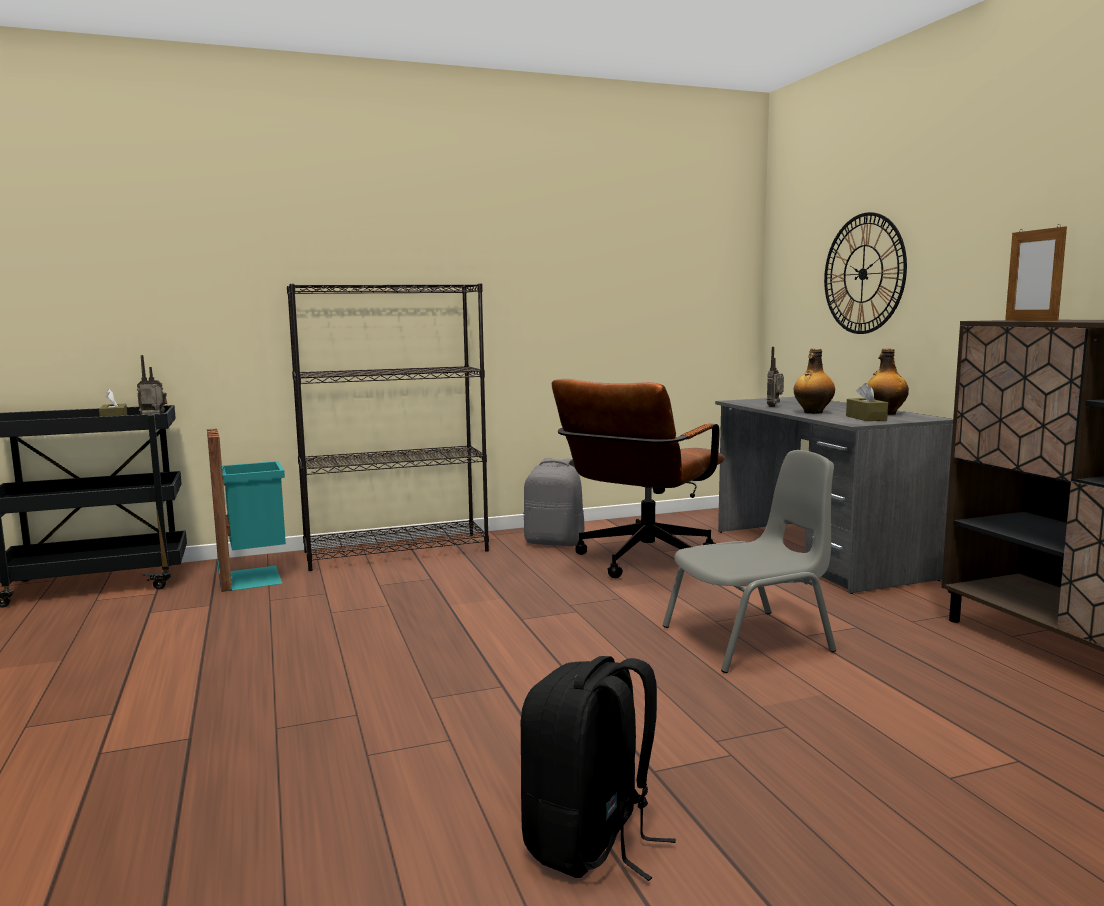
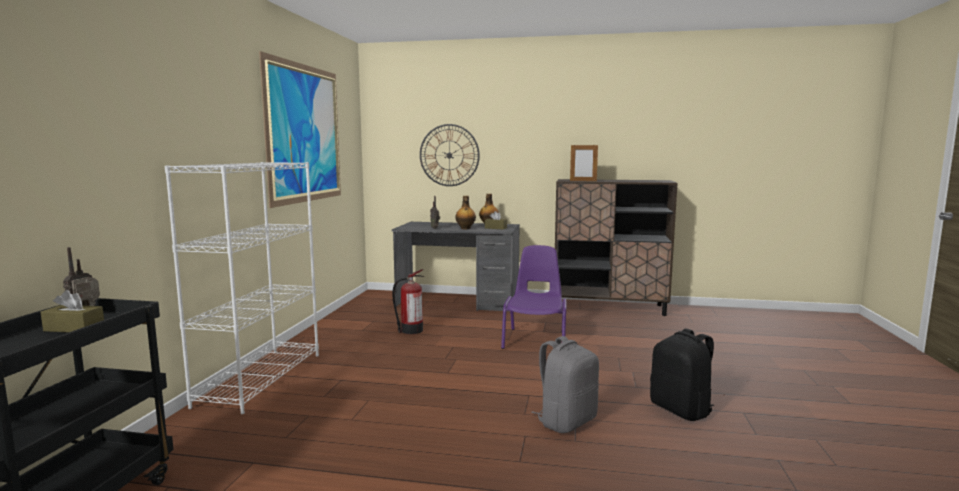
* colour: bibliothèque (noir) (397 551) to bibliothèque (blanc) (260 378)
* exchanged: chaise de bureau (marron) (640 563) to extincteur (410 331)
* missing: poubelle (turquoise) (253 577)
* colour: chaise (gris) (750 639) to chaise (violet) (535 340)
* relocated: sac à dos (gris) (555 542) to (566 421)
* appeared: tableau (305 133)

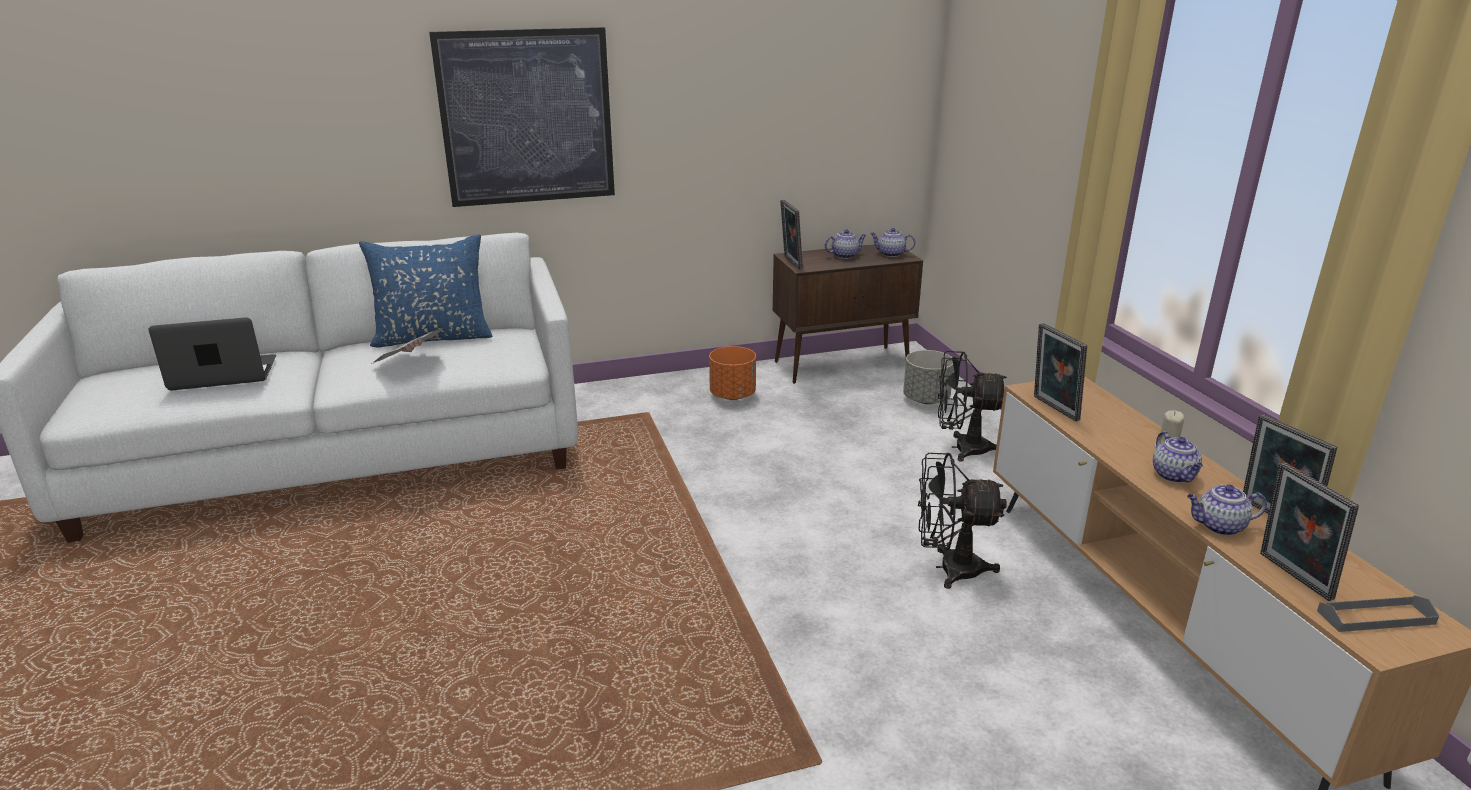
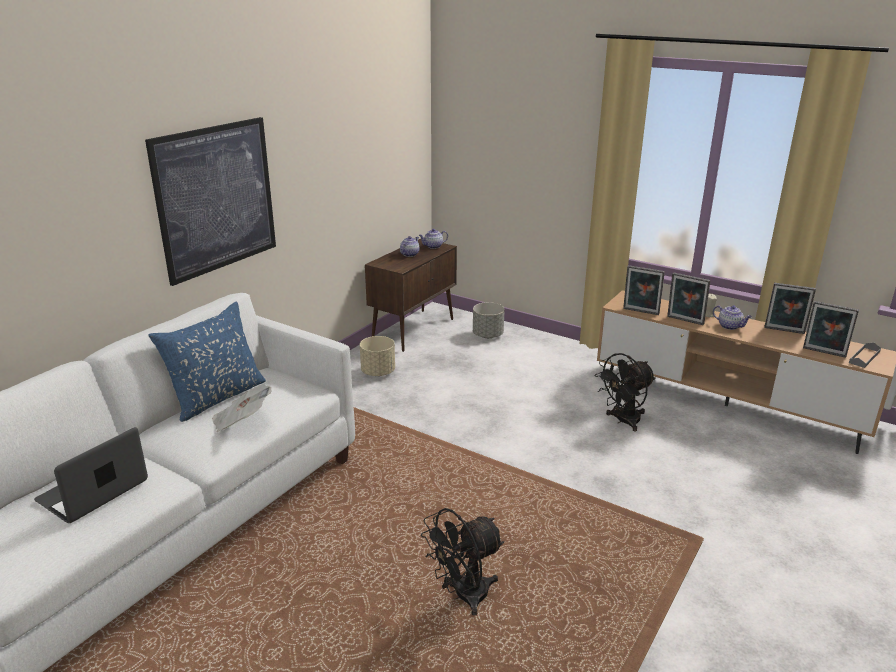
* relocated: cadre photo (790 263) to (684 321)
* colour: cache-pot (orange) (733 395) to cache-pot (beige) (378 372)
* relocated: ventilateur (noir) (962 448) to (463 596)
* missing: théière (1219 526)

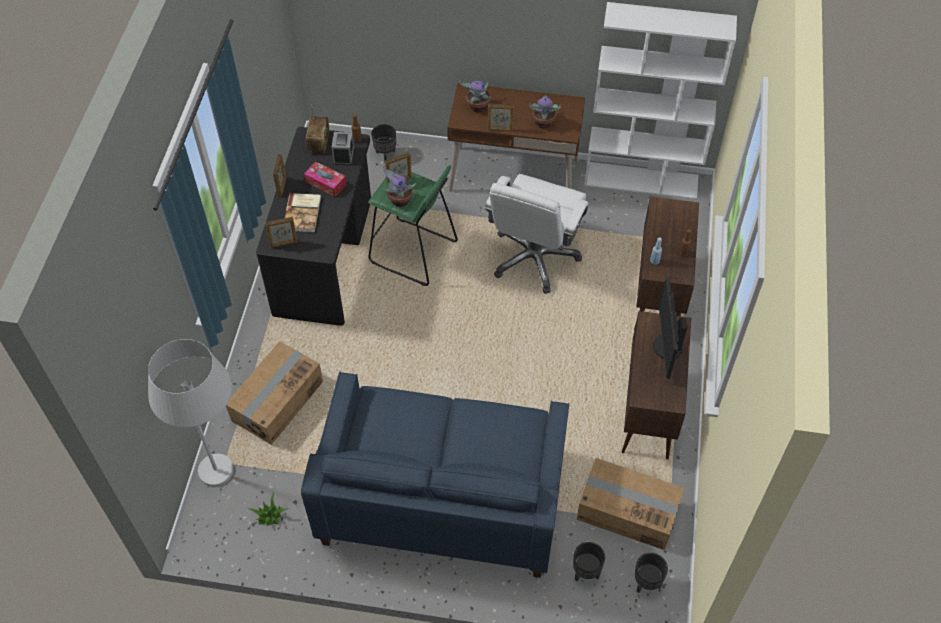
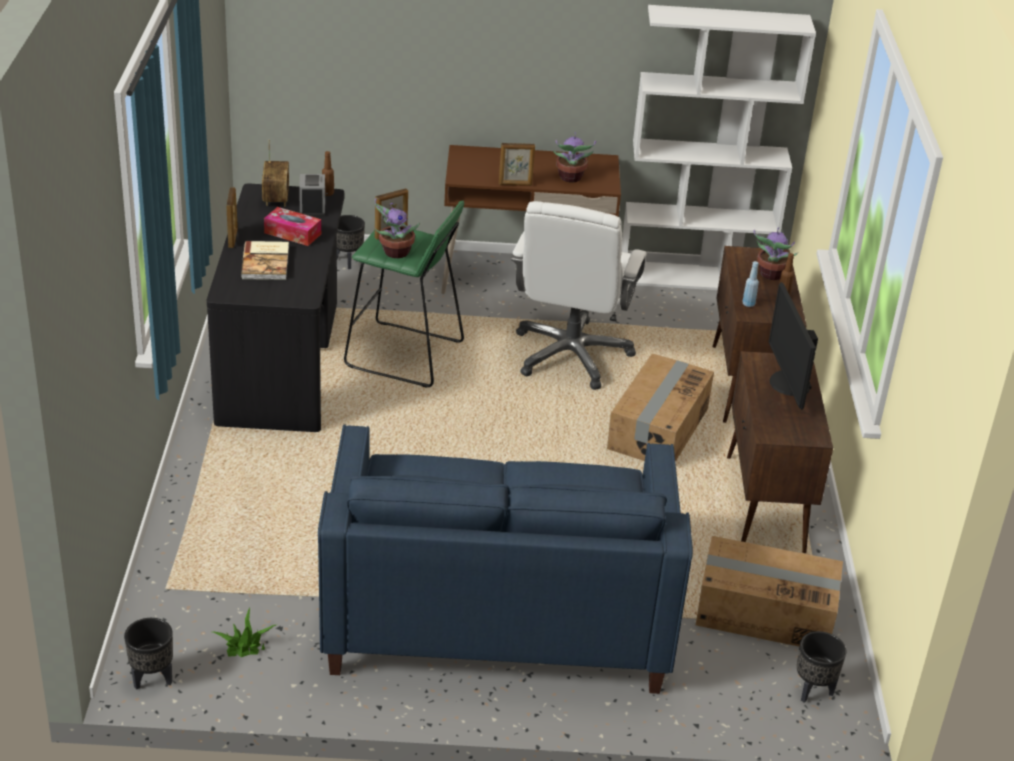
* relocated: plante en pot (477 107) to (771 275)
* missing: cadre photo (284 244)
* missing: lampadaire (blanc) (226 484)
* relocated: carton (277 401) to (657 429)
* relocated: cache-pot (noir) (586 573) to (153 679)

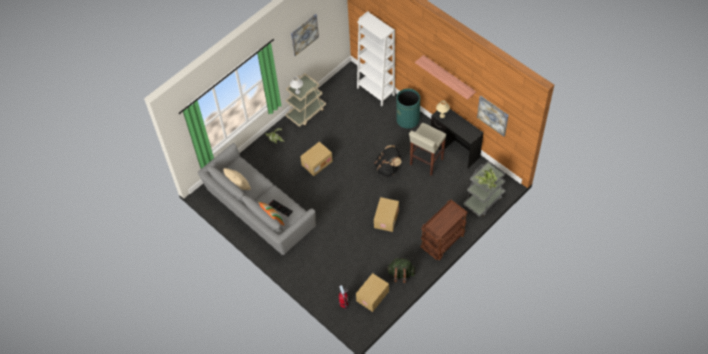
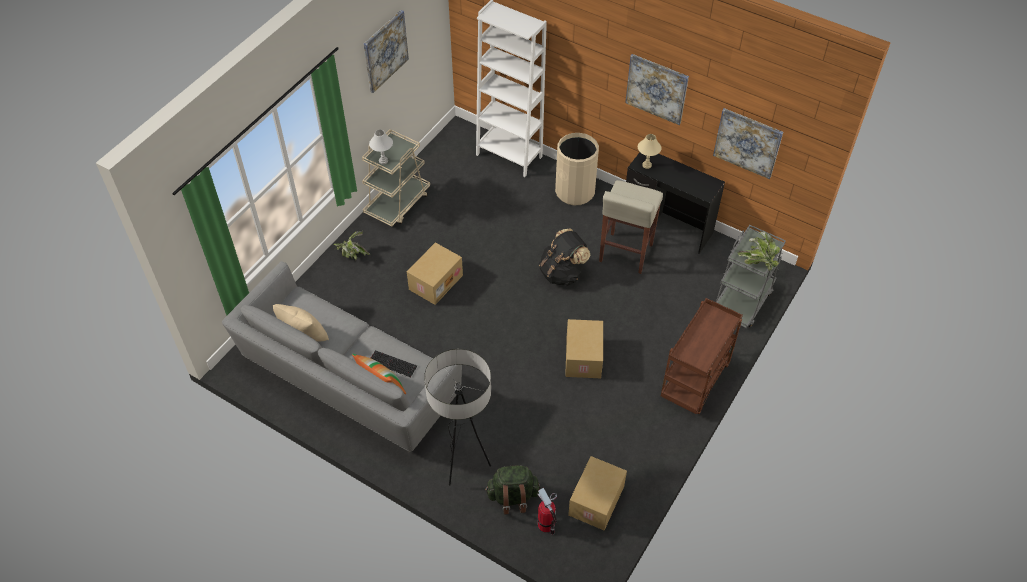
* exchanged: étagère (449 77) to tableau (656 88)
* colour: poubelle (vert) (408 119) to poubelle (beige) (575 191)
* relocated: sac à dos (vert) (401 274) to (513 497)
* appeared: lampadaire (464 464)

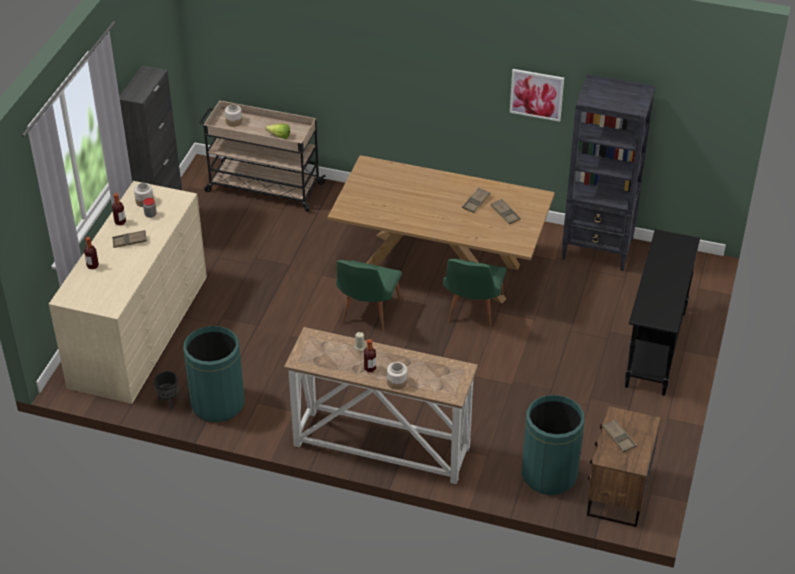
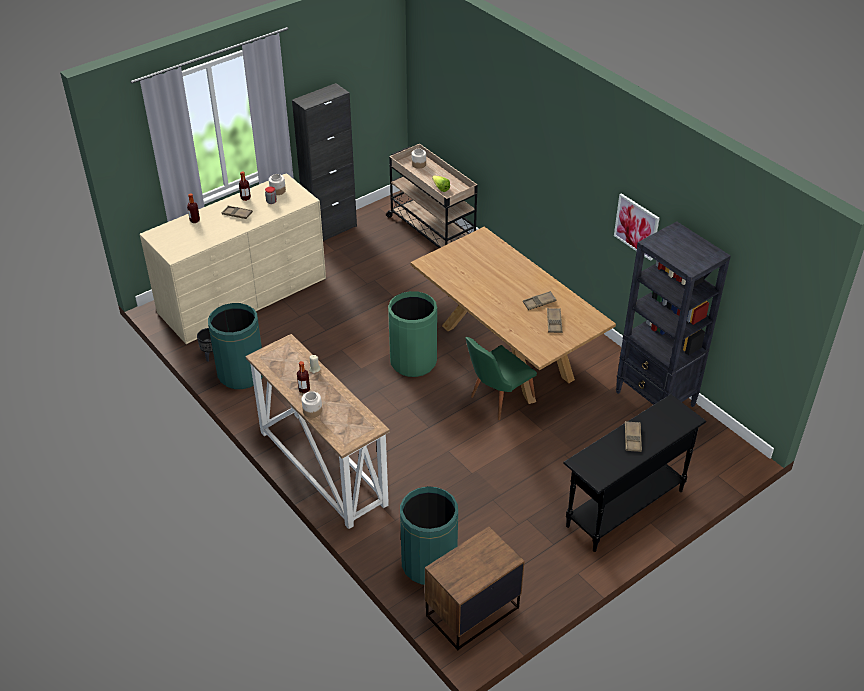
* exchanged: chaise (vert) (367 315) to poubelle (vert) (413 361)
* relocated: plateau (marron) (618 438) to (632 438)

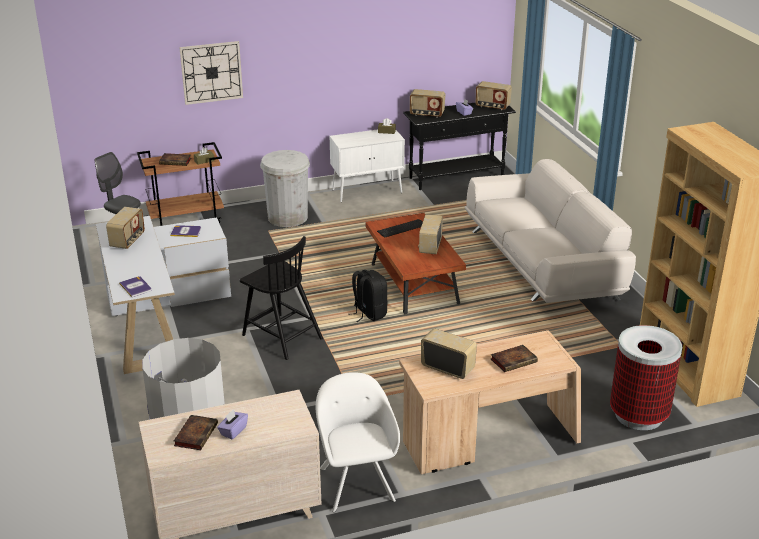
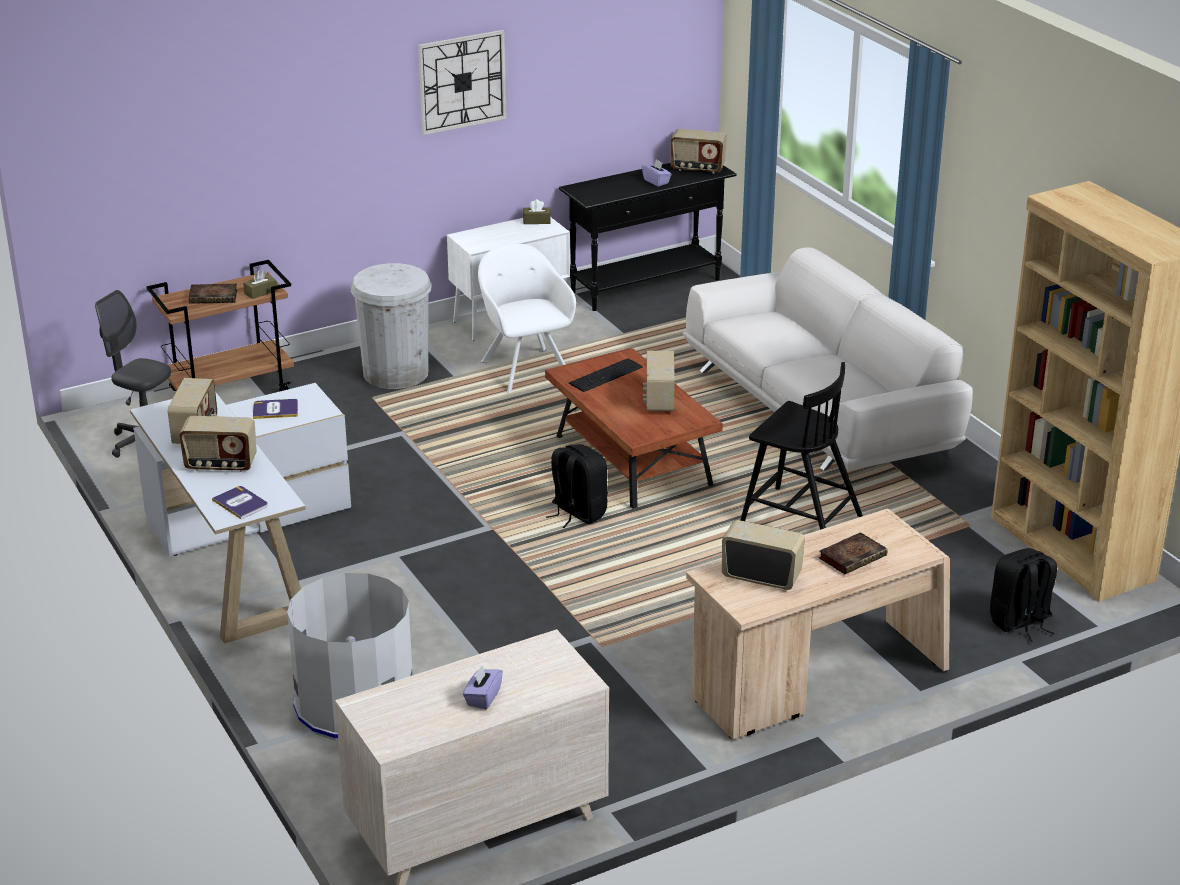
* relocated: horloge murale (211 72) to (462 81)
* relocated: radio (427 114) to (220 465)
* relocated: chaise (noir) (281 336) to (799 518)
* exchanged: poubelle (638 415) to sac à dos (noir) (1020 622)
* relocated: fauteuil (blanc) (356 481) to (524 368)
* missing: livre (196 434)

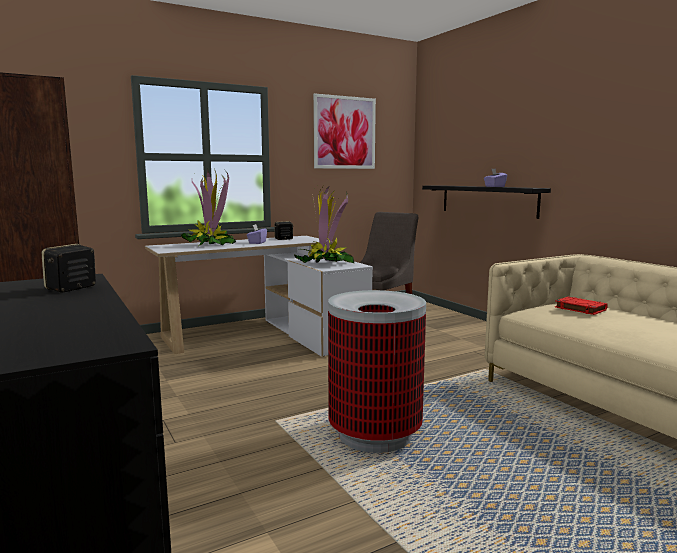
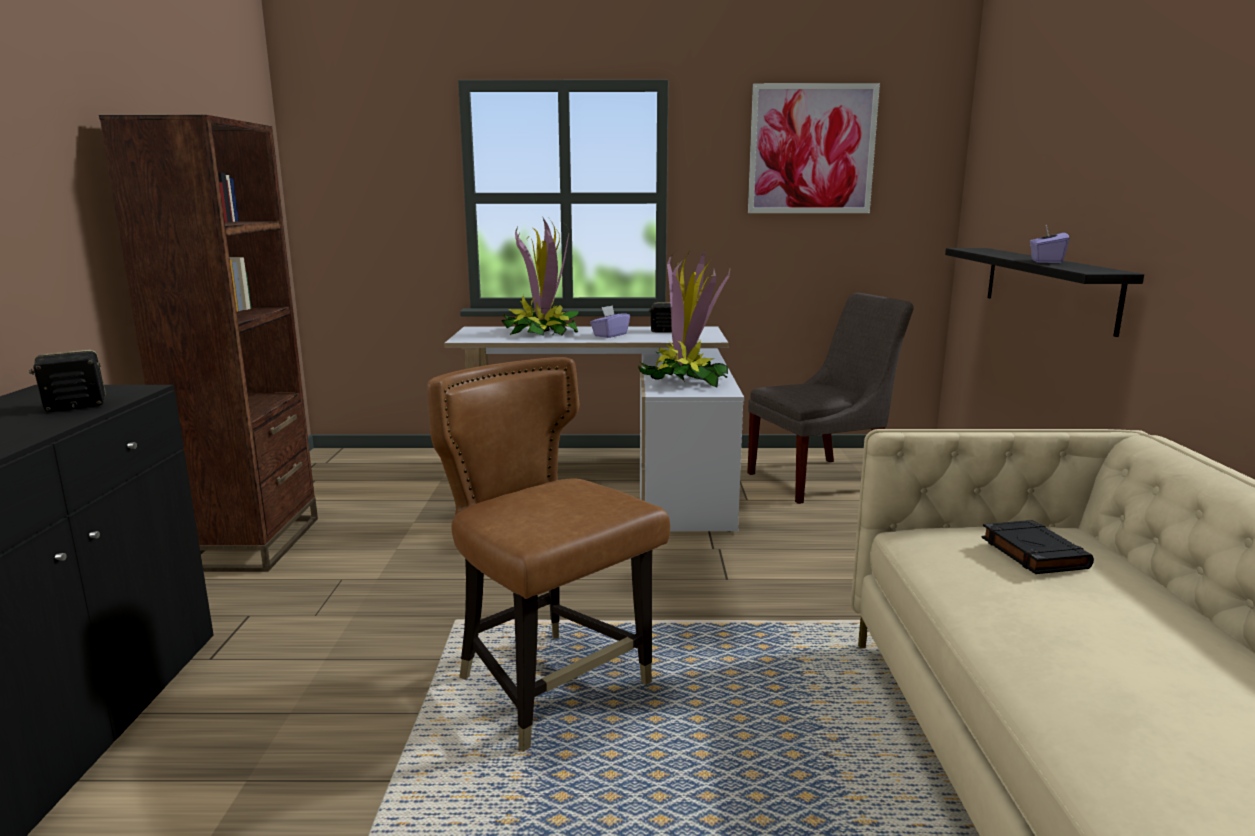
* exchanged: poubelle (374 435) to chaise (marron) (550 685)
* colour: livre (rouge) (579 309) to livre (noir) (1032 552)

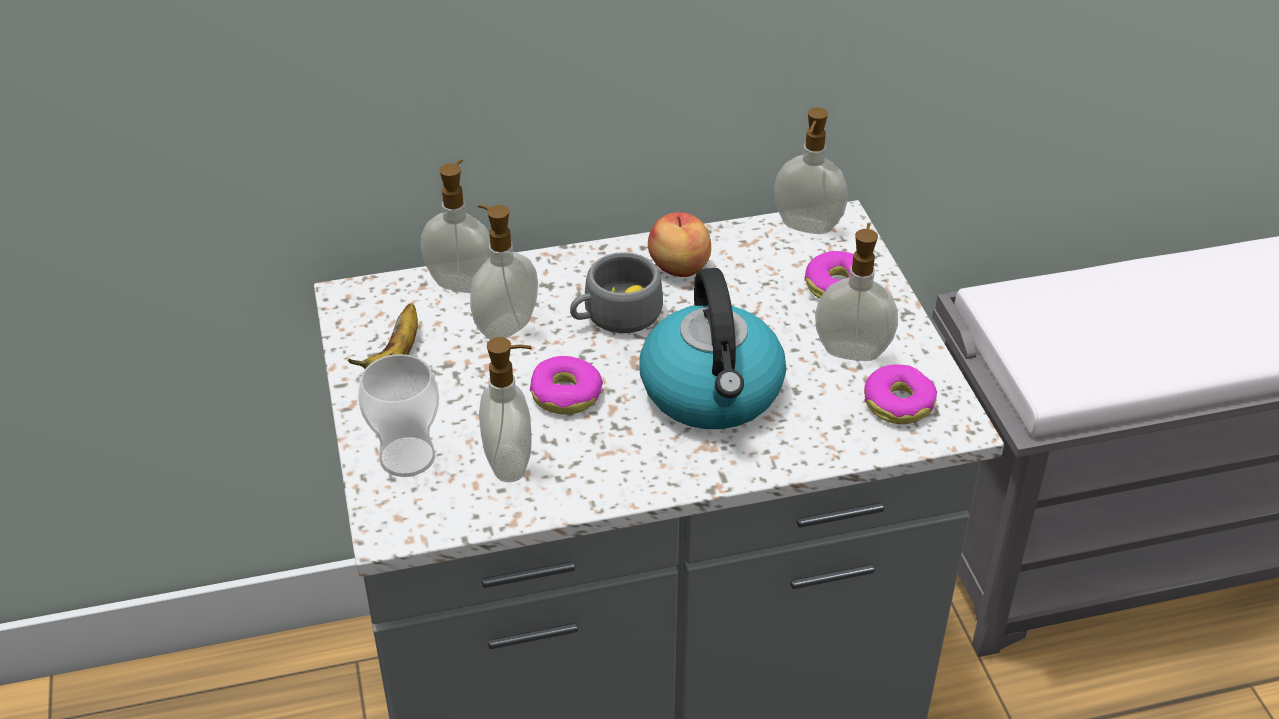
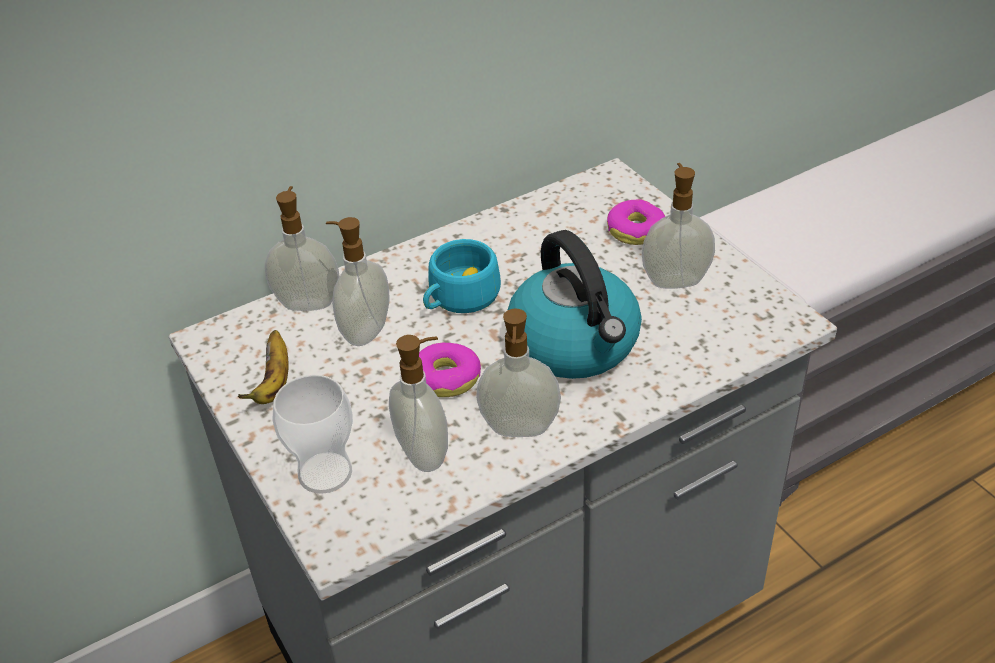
* relocated: distributeur de savon (807 227) to (519 429)
* missing: pomme (678 268)
* colour: tasse (gris) (615 315) to tasse (turquoise) (459 298)
* missing: beignet (898 403)

